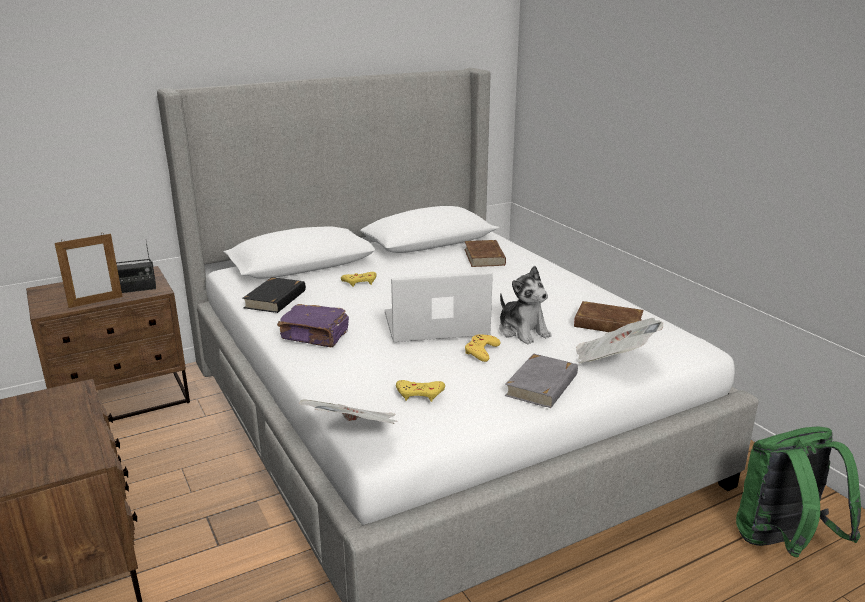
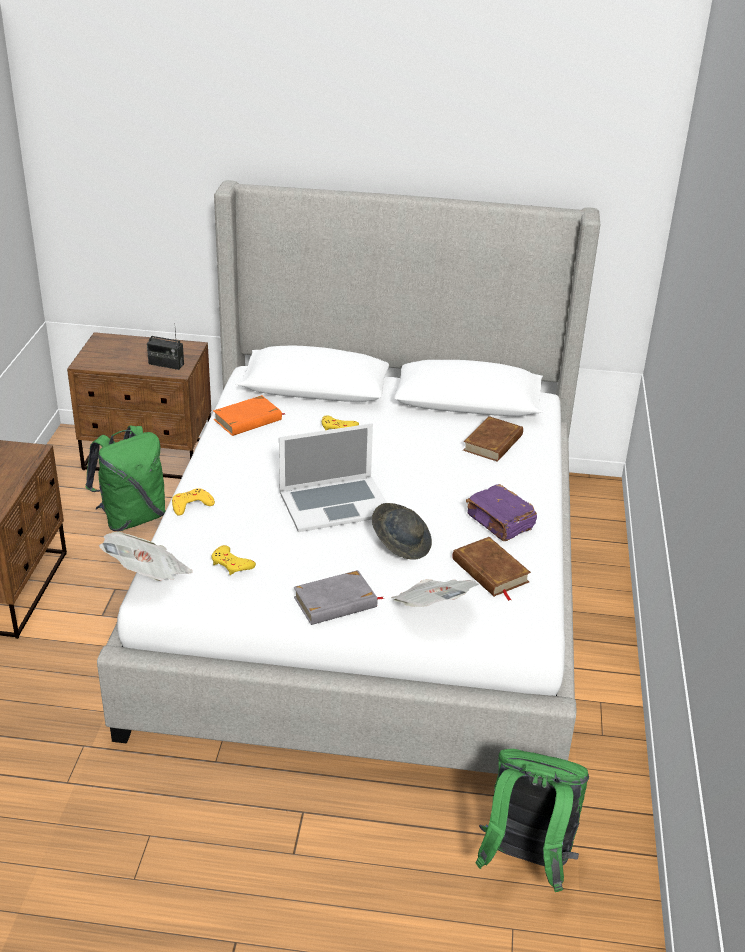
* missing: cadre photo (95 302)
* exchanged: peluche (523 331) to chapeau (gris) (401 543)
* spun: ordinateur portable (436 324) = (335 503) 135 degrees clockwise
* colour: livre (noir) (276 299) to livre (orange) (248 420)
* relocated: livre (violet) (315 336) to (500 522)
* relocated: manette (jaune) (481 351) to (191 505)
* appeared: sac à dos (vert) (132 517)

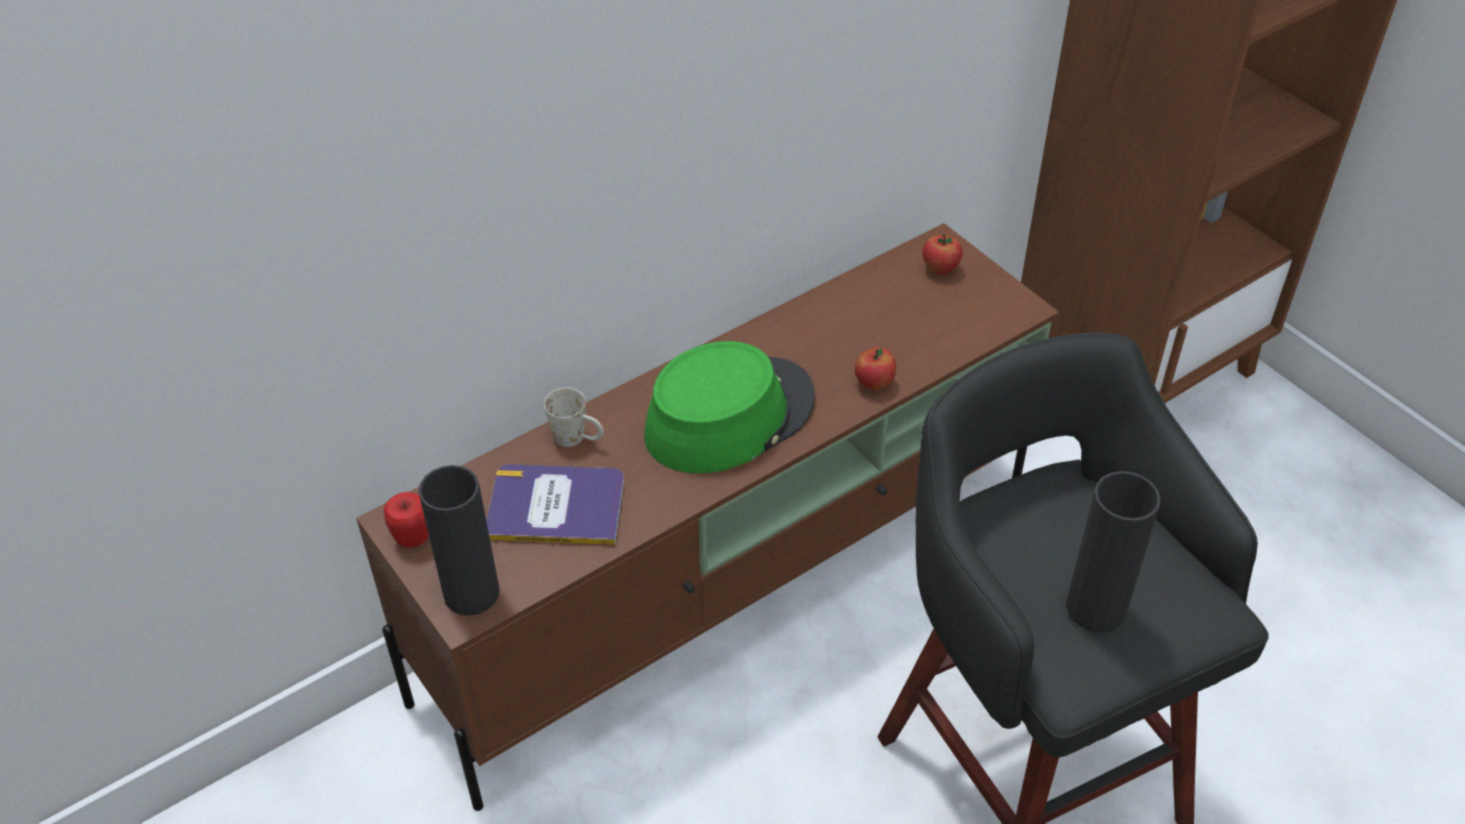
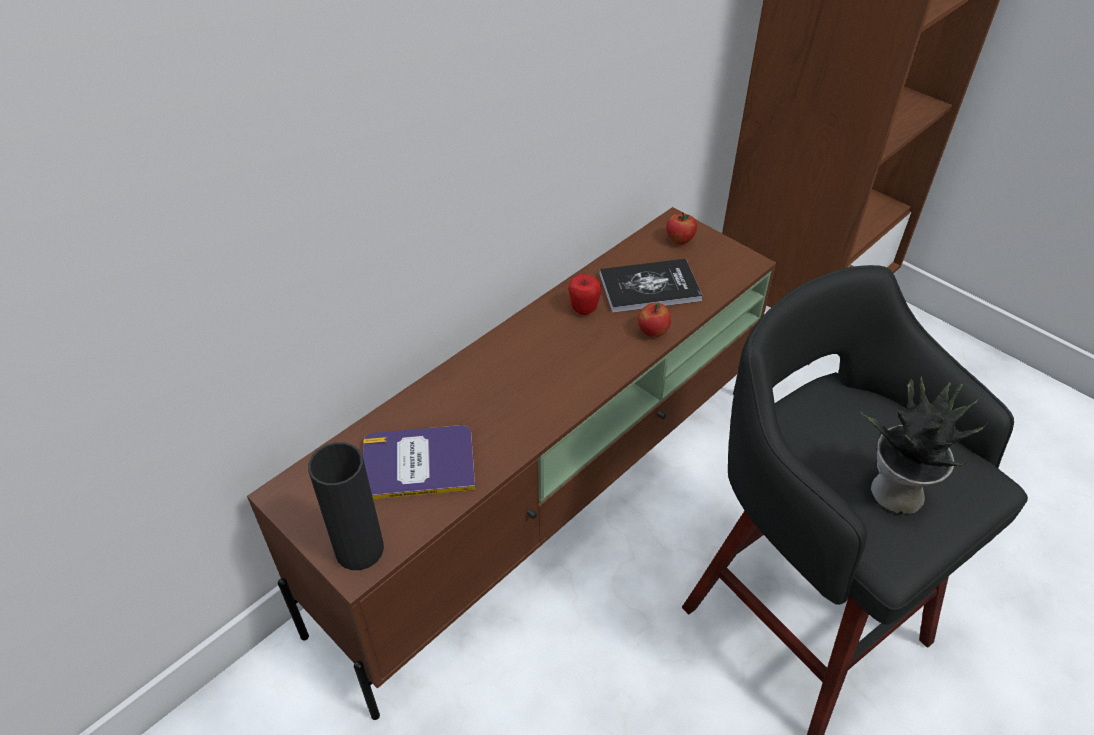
* missing: chapeau (vert) (729 416)
* missing: mug (blanc) (578 439)
* exchanged: vase (noir) (1095 608) to plante en pot (895 493)
* relocated: pomme (413 538) to (583 309)
* appeared: livre (649 287)

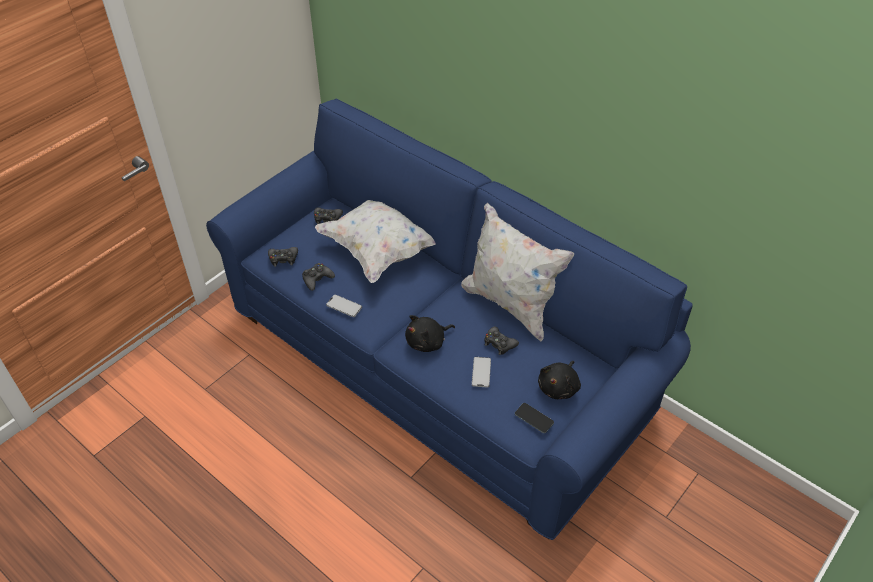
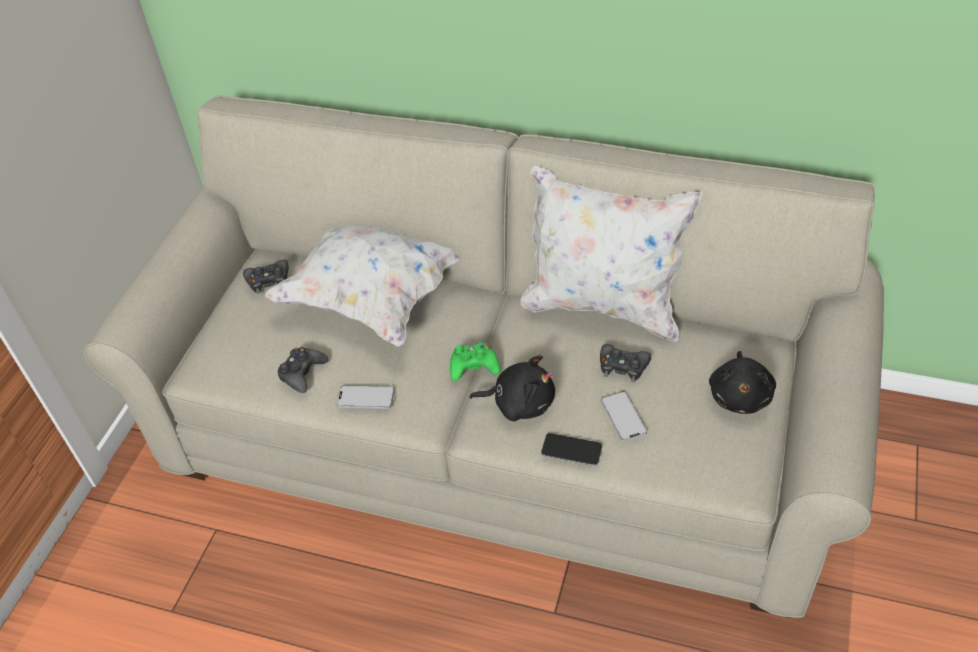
* colour: canapé (bleu) (438 361) to canapé (beige) (500 431)
* missing: manette (noir) (283 259)
* spun: peluche (noir) (427 342) = (520 403) 120 degrees counterclockwise
* relocated: téléphone (534 418) to (571 450)
* appeared: manette (vert) (474 366)

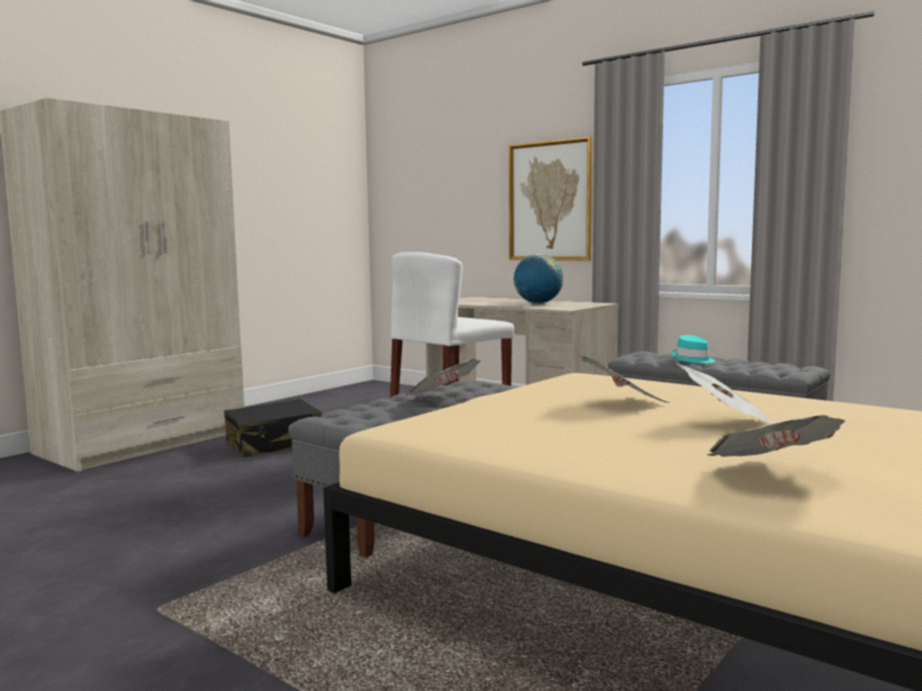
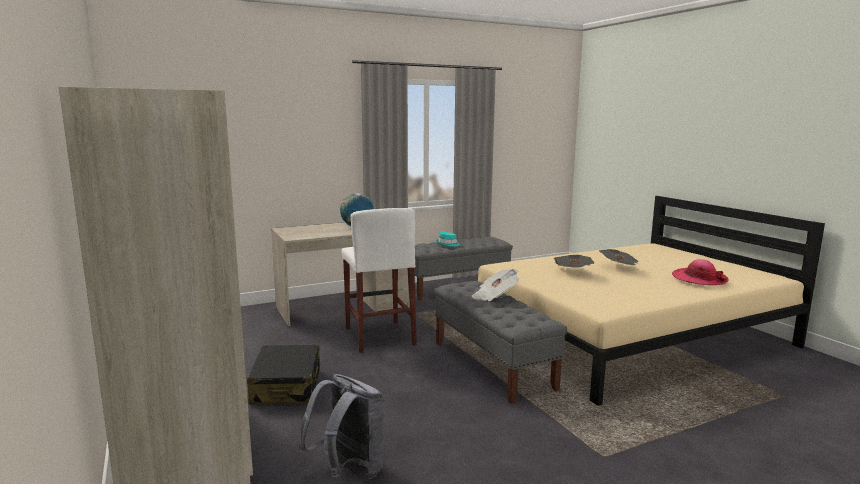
* missing: tableau (550 201)
* exchanged: journal (770 472) to chapeau (699 279)
* appeared: sac à dos (gris) (348 471)

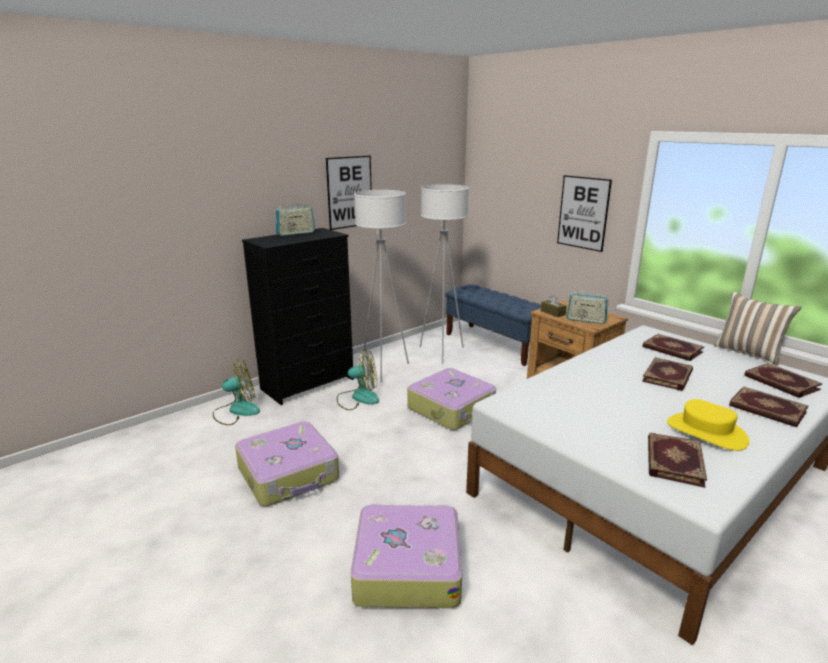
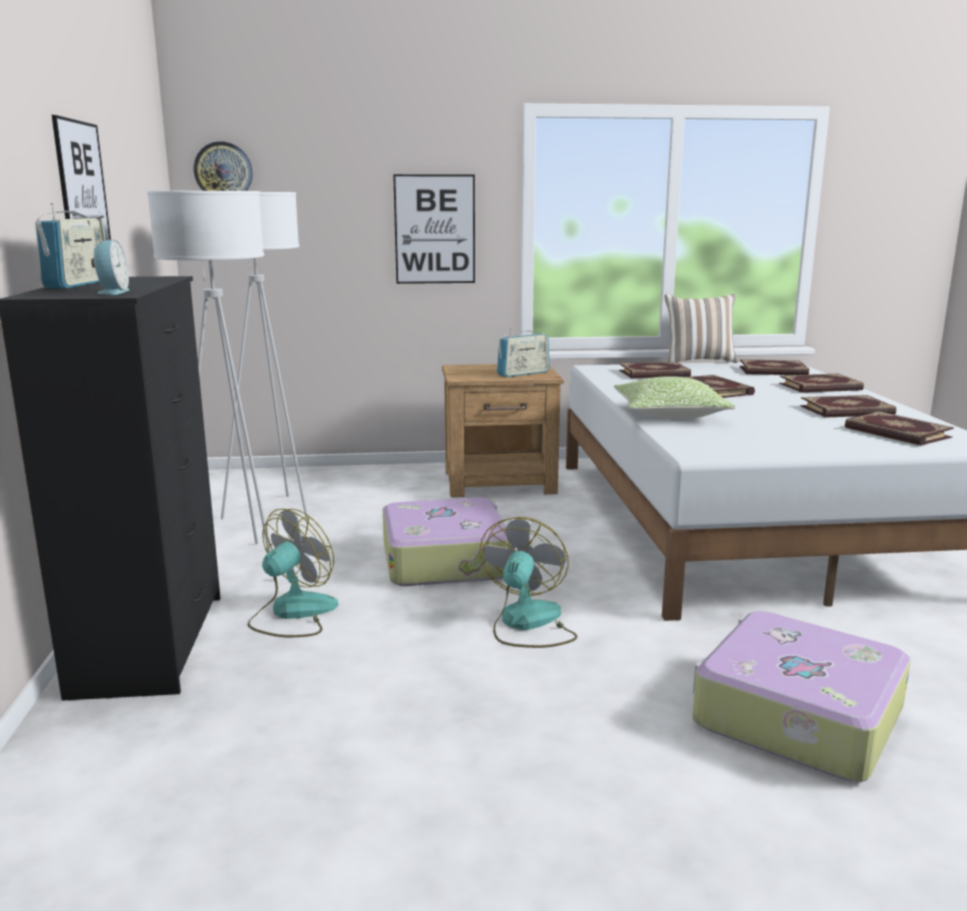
* missing: banc (bleu) (495 344)
* missing: boîte à mouchoirs (marron) (553 313)
* relocated: ventilateur (236 411) to (527 624)
* exchanged: chapeau (jaune) (706 432) to livre (847 411)
* missing: valise (289 474)
* appeared: horloge murale (223 171)
* appeared: réveil (112 292)
* appeared: coussin (670 414)

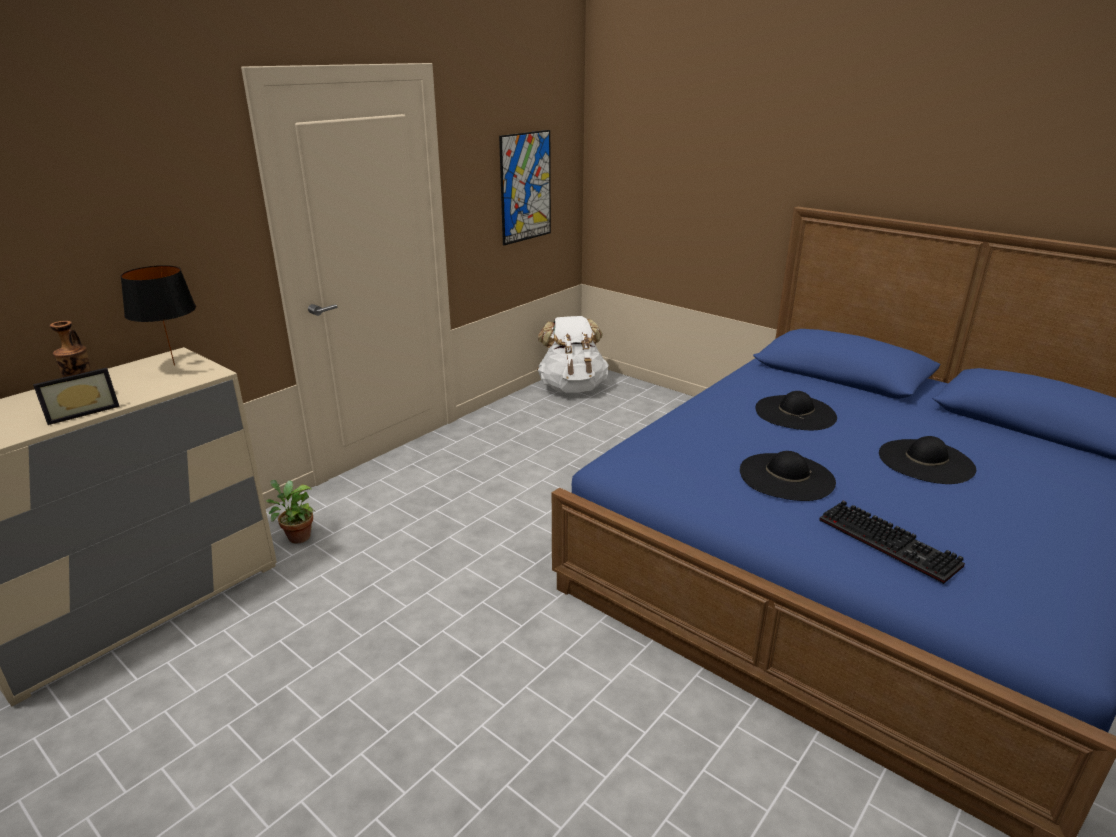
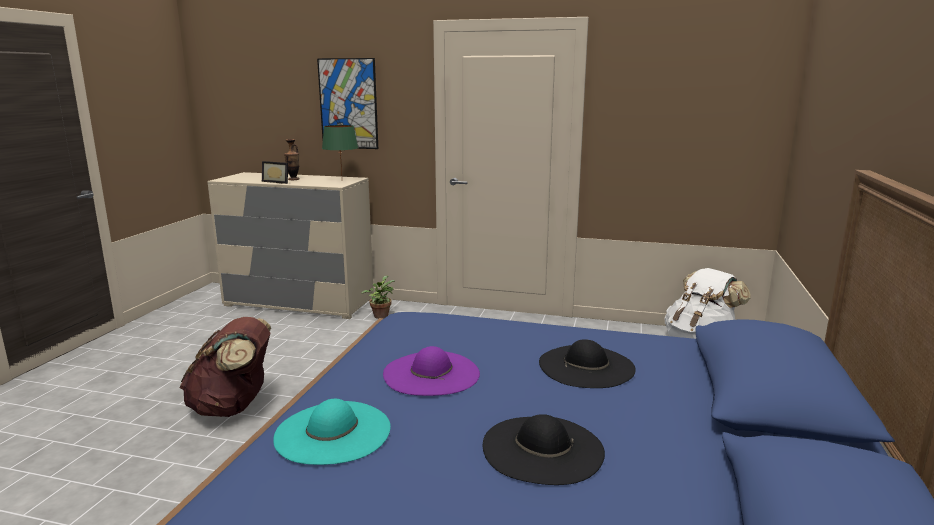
* relocated: tableau (525 187) to (348 104)
* colour: lampe de table (noir) (174 365) to lampe de table (vert) (341 180)
* colour: chapeau (noir) (786 476) to chapeau (violet) (431 373)
* exchanged: clavier (891 543) to chapeau (turquoise) (333 432)
* appeared: sac à dos (marron) (233 407)

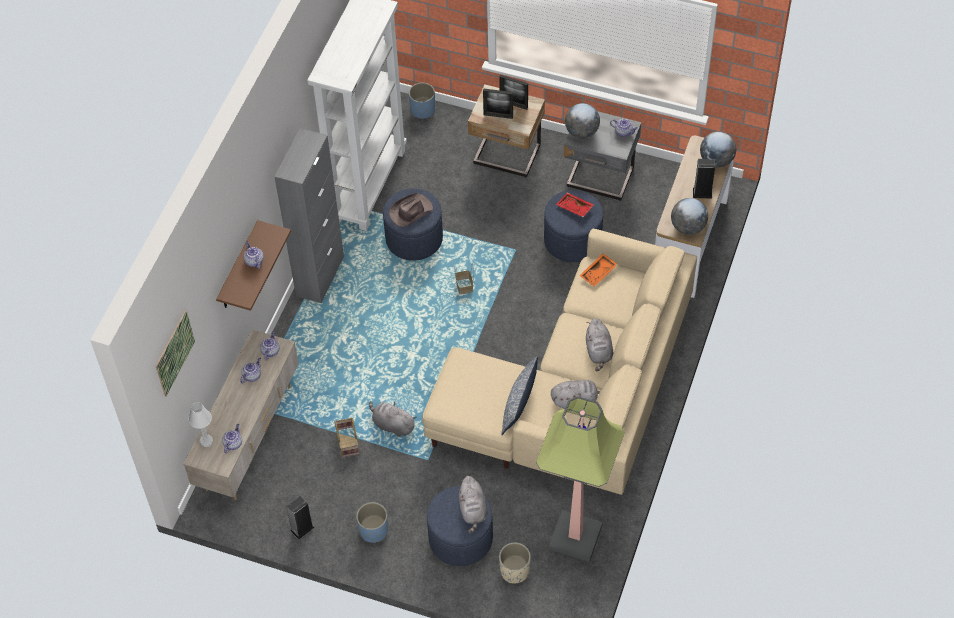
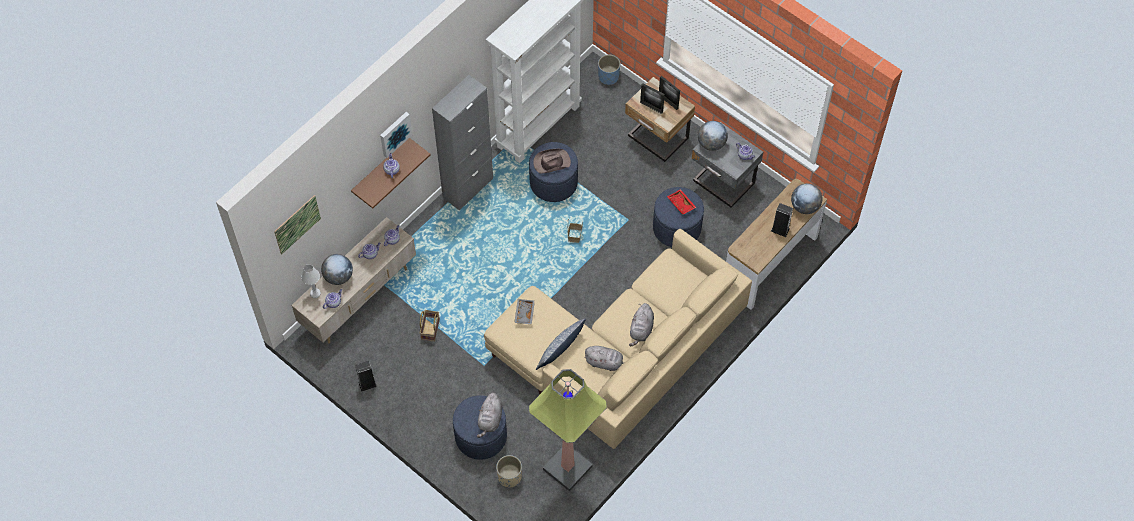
* relocated: globe (688 227) to (338 276)
* missing: plateau (orange) (598 273)
* missing: peluche (gris) (392 425)
* missing: cache-pot (bleu) (373 530)
* appeared: tableau (394 133)
* appeared: plateau (gris) (524 313)

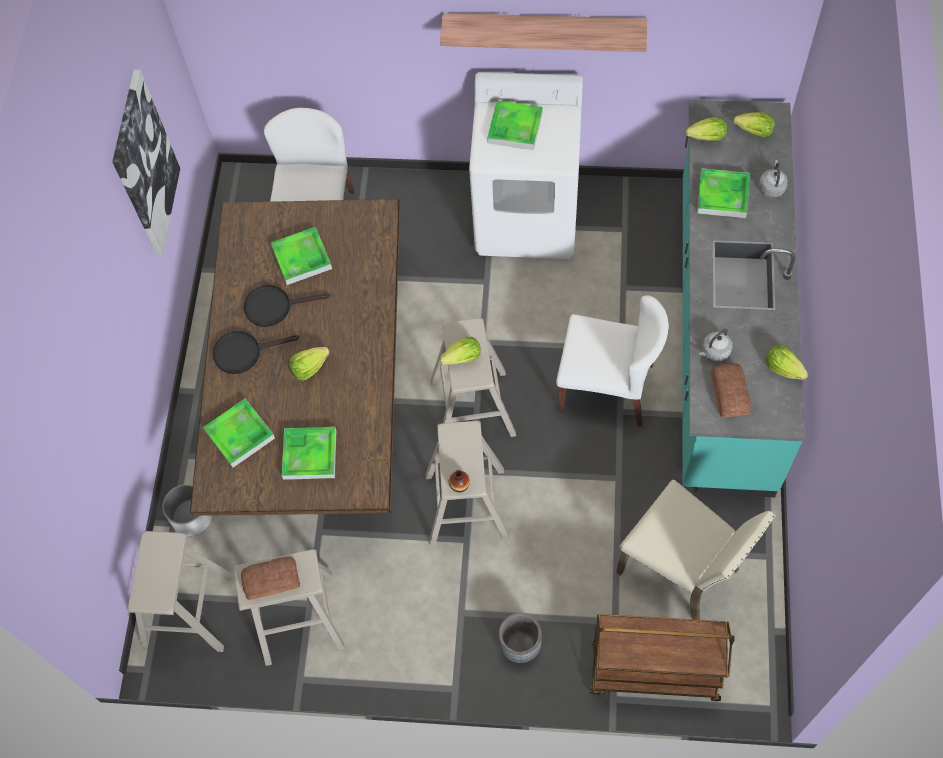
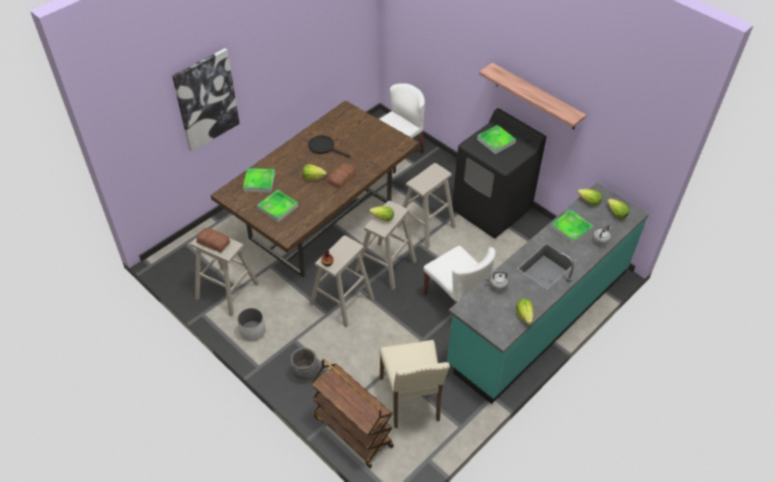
* relocated: tableau (144 165) to (206 100)
* colour: lave-linge (blanc) (527 217) to lave-linge (noir) (491 210)
* missing: plateau (302 258)
* missing: poêle (noir) (244 352)
* relocated: pain (730 392) to (342 178)
* relocated: cache-pot (blanc) (192 517) to (253 331)
* relocated: tabouret (beige) (189 611) to (425 226)

